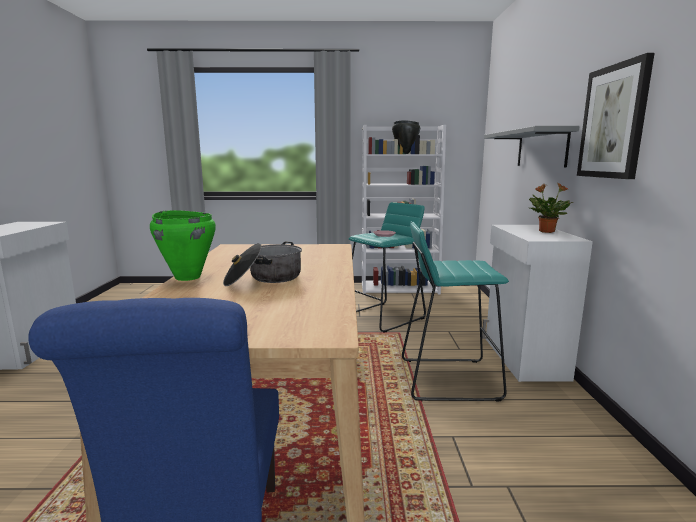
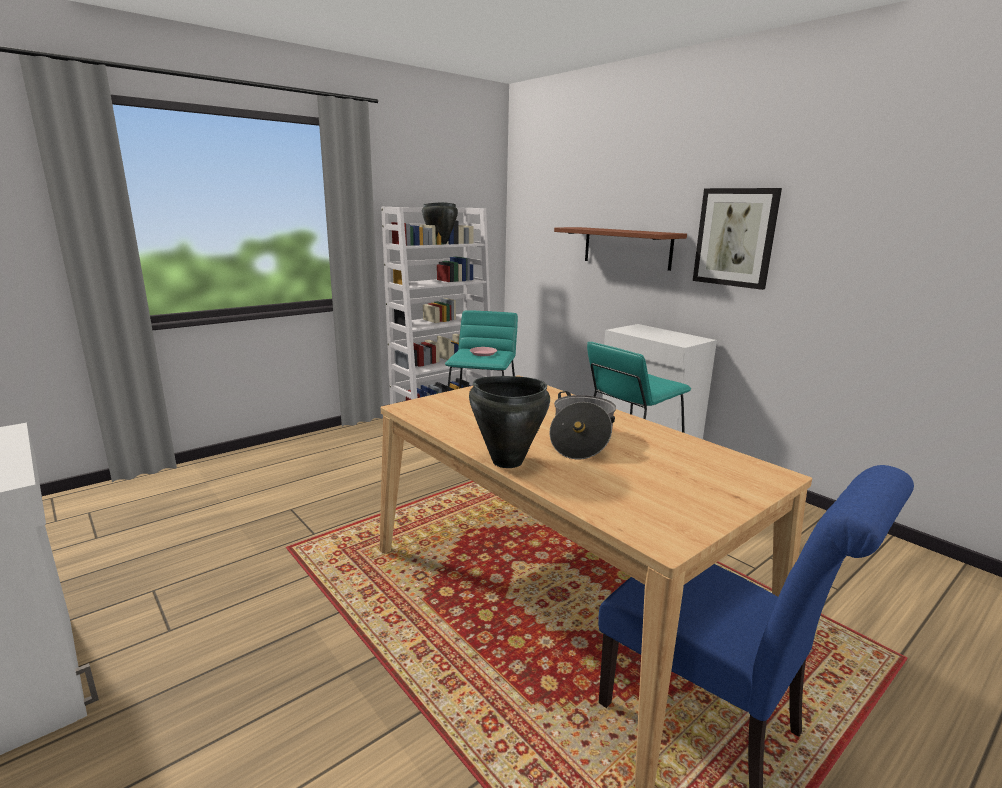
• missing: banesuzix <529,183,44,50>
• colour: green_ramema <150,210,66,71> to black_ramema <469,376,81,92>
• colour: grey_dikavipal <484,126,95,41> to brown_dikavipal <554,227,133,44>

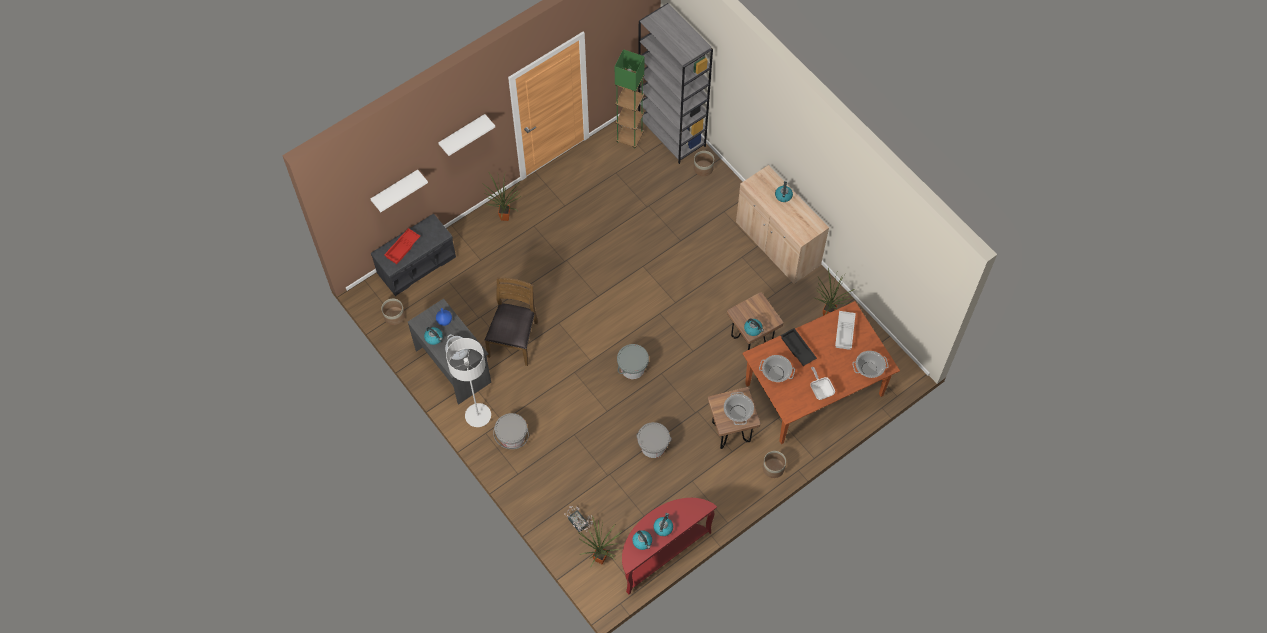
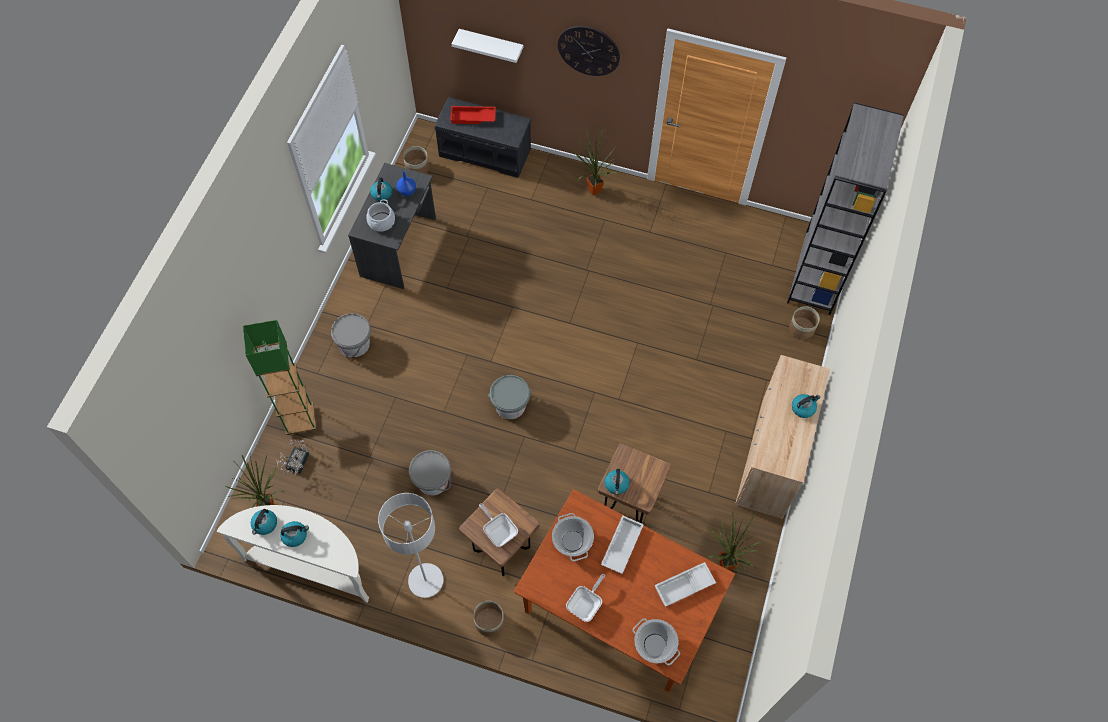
• missing: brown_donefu <485,277,53,89>
• relocated: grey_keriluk <446,338,45,89> to <378,493,65,105>
• relocated: green_keriluk <615,49,30,100> to <243,320,73,115>
• exchanged: white_dikavipal <438,114,57,42> to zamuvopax <558,26,62,50>
• exchanged: ramema <724,392,30,33> to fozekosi <479,503,39,44>
• colour: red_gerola <622,498,95,96> to white_gerola <216,505,153,98>
• colour: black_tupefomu <780,328,37,38> to white_tupefomu <601,515,43,59>

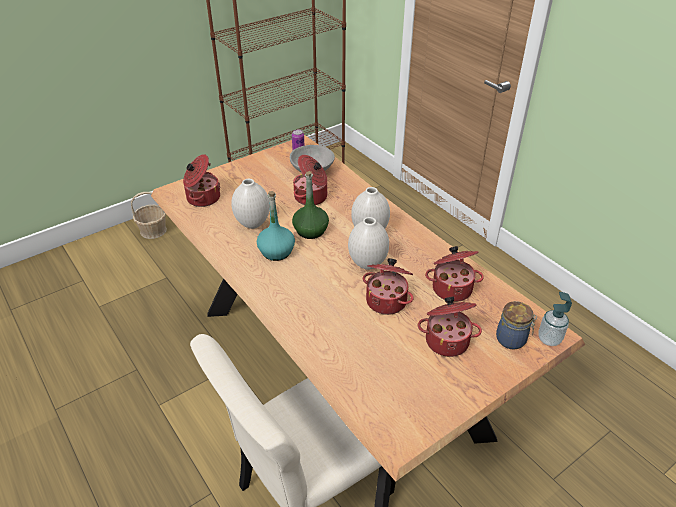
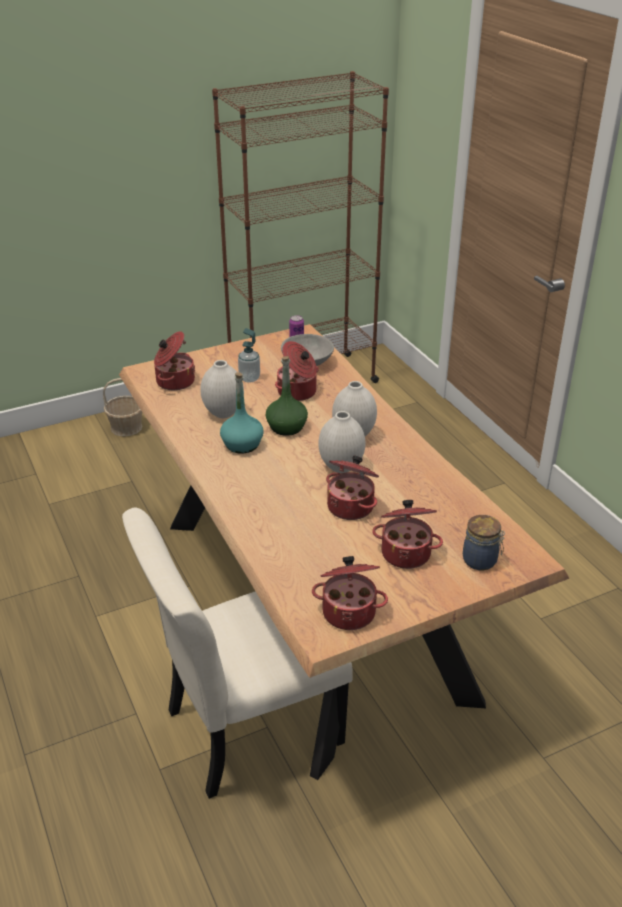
• relocated: ramema <425,246,59,56> to <312,556,76,74>
• relocated: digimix <539,292,33,54> to <238,328,22,55>

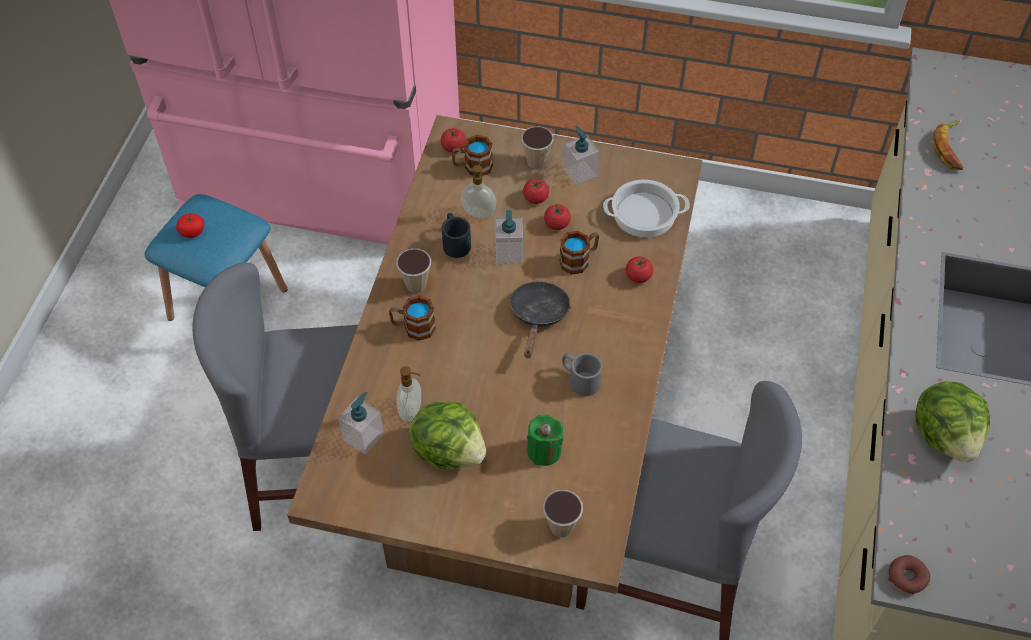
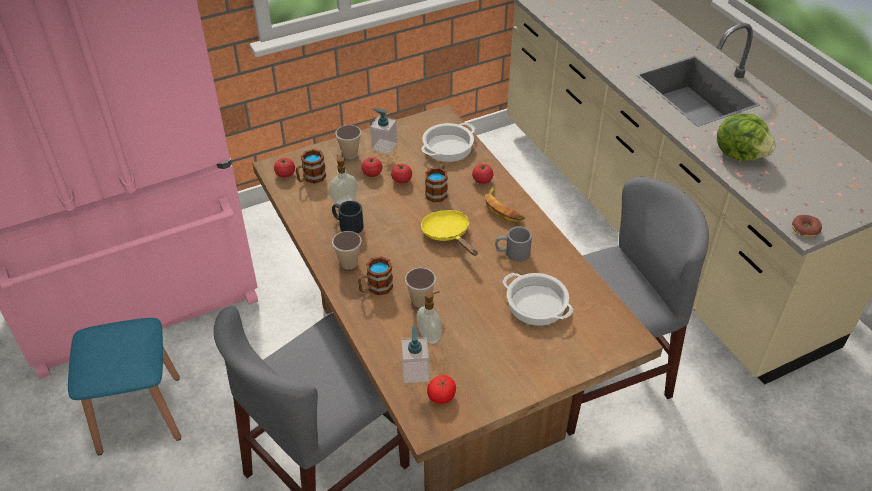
• missing: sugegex <409,402,77,68>
• missing: digimix <495,210,28,53>
• relocated: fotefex <176,213,28,25> to <427,375,29,29>
• relocated: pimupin <543,490,40,47> to <405,268,31,40>
• relocated: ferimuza <933,120,31,50> to <485,186,40,36>
• exchanged: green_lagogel <527,415,37,51> to ramema <502,273,71,53>
• colour: black_fozekosi <509,281,62,77> to yellow_fozekosi <421,210,57,46>

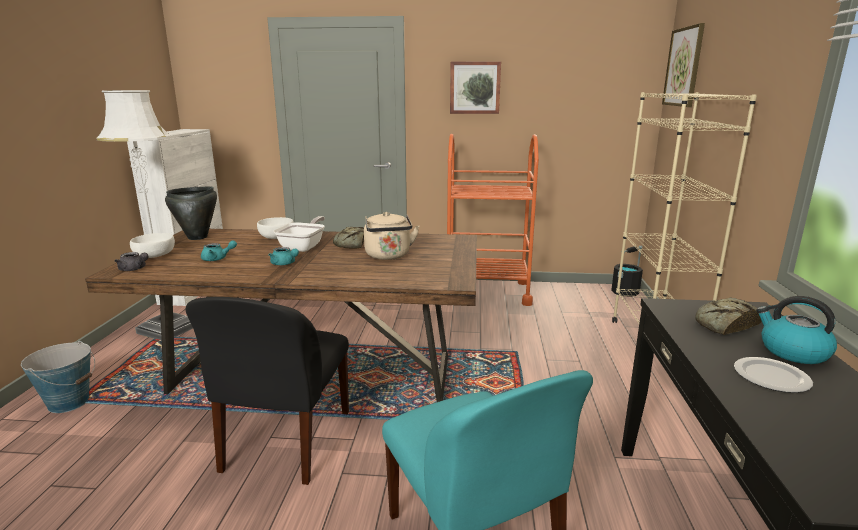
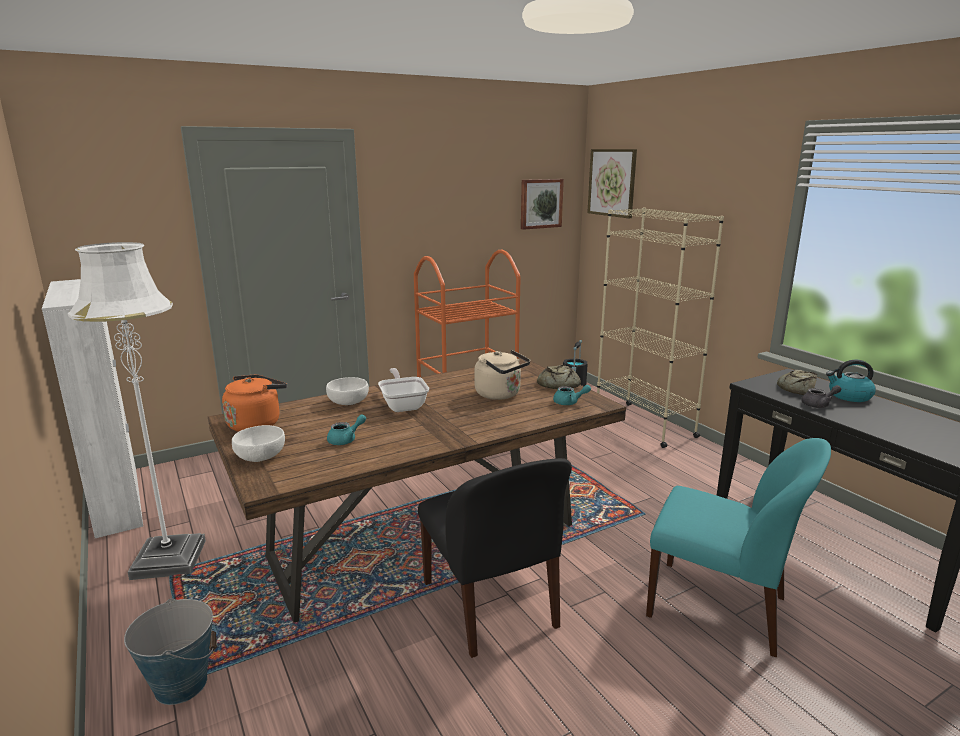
• missing: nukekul <734,357,79,36>
• relocated: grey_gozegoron <115,252,34,19> to <801,385,40,23>
• relocated: turquoise_gozegoron <269,247,30,18> to <553,385,38,20>
• relocated: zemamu <333,227,31,22> to <537,365,44,24>
• relocated: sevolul <450,61,51,53> to <521,179,43,51>
• exchanged: black_ramema <165,186,52,54> to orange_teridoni <222,375,65,57>

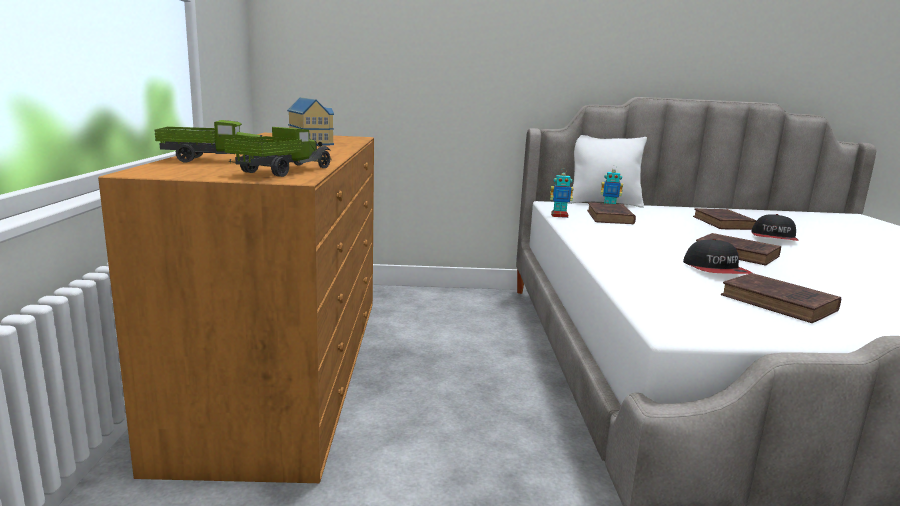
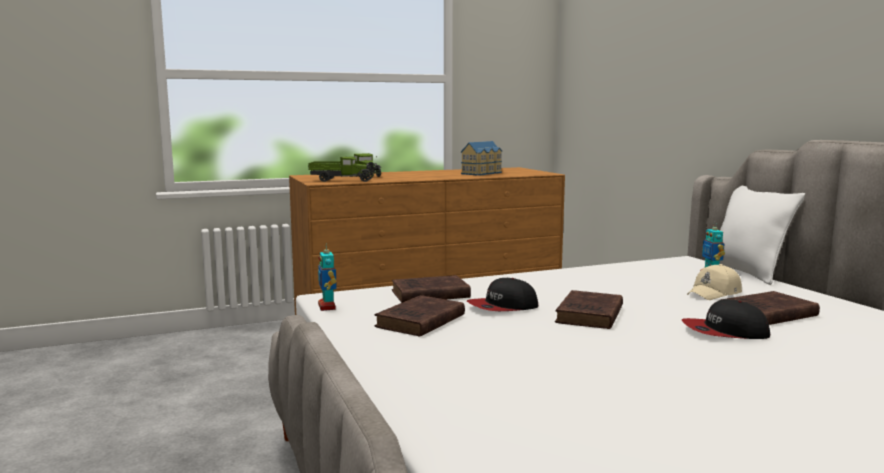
• appeared: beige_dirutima <687,264,55,36>
• relocated: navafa <550,168,23,50> to <318,243,19,68>
• relocated: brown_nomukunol <587,203,49,21> to <392,275,79,28>

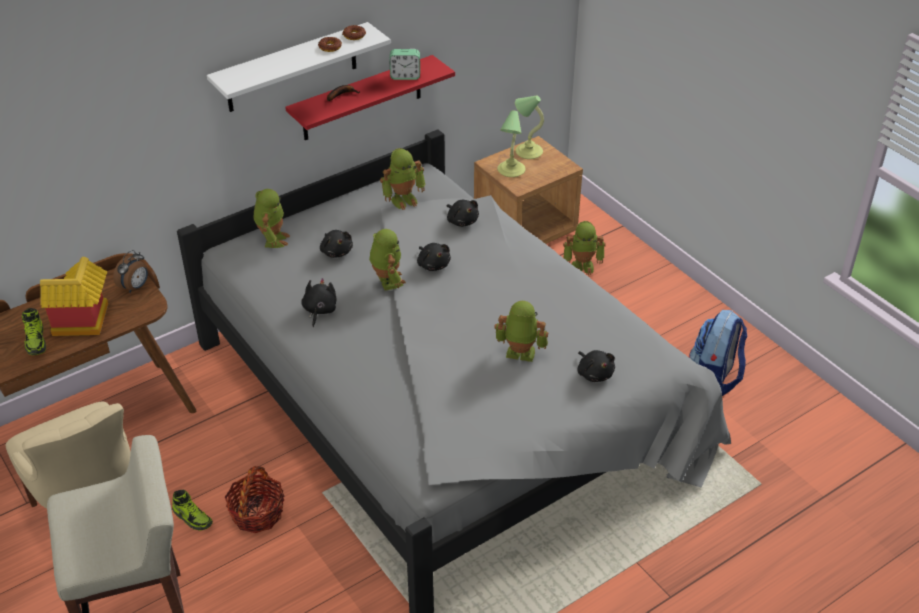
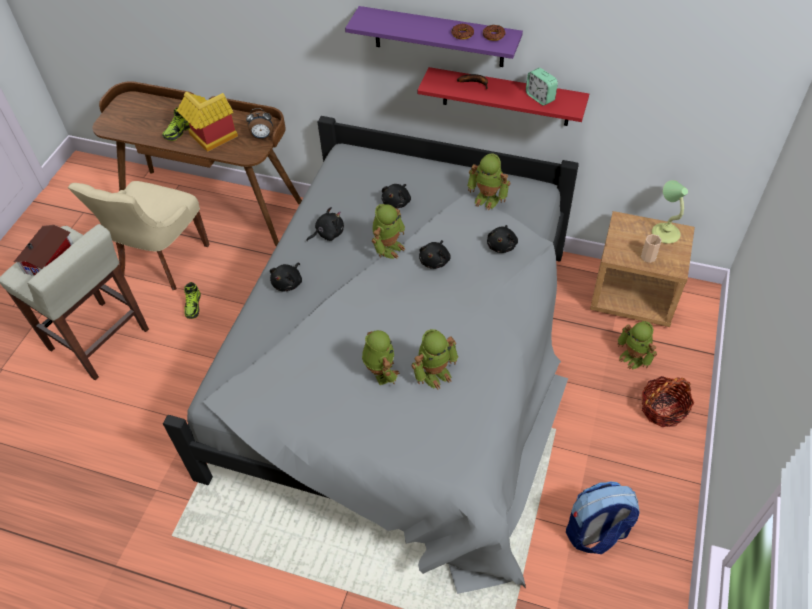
• missing: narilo <497,110,29,67>
• appeared: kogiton <14,225,59,51>
• appeared: pimupin <641,234,21,29>
• relocated: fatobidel <225,466,59,67> to <642,376,52,51>
• relocated: navafa <253,189,37,59> to <411,329,47,60>
• relocated: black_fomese <578,350,37,32> to <270,263,32,29>
• colour: white_dikavipal <207,22,184,90> to purple_dikavipal <345,6,178,61>

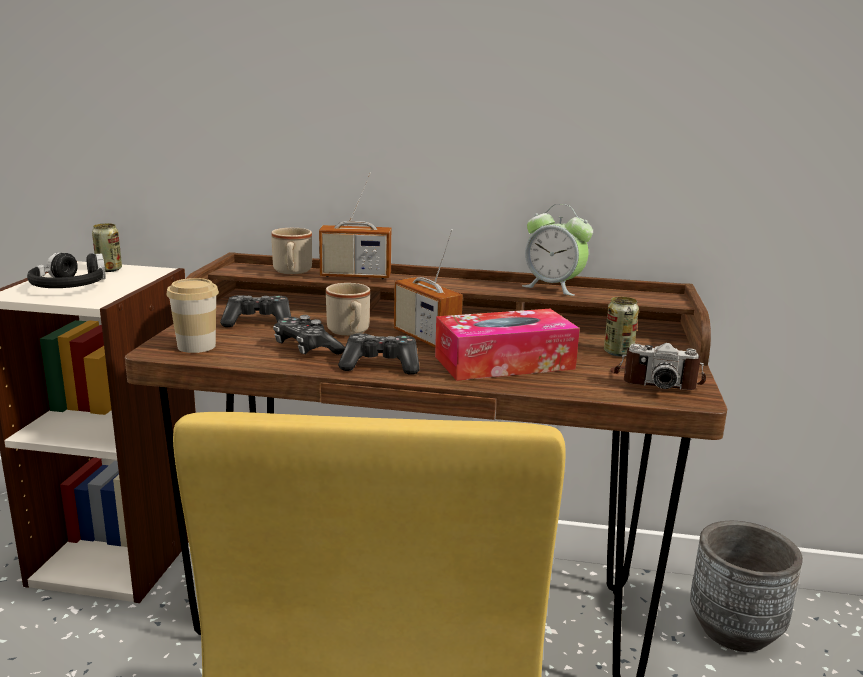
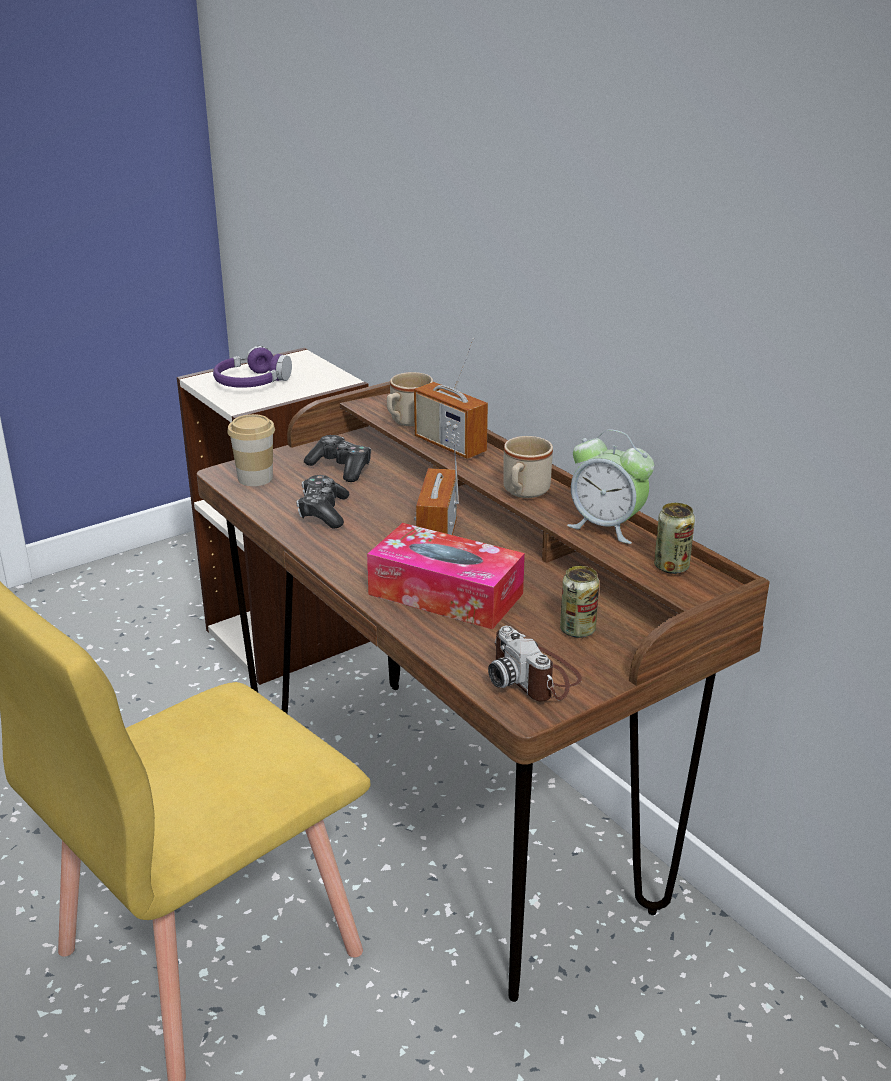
• missing: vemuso <338,333,82,42>
• missing: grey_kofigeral <690,521,113,131>
• relocated: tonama <92,223,30,49> to <654,503,41,71>
• relocated: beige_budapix <326,283,44,53> to <503,436,50,62>
• colour: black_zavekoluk <27,252,79,36> to purple_zavekoluk <213,346,79,42>
• spun: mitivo <522,204,71,92> = <567,429,87,115> 45 degrees counterclockwise

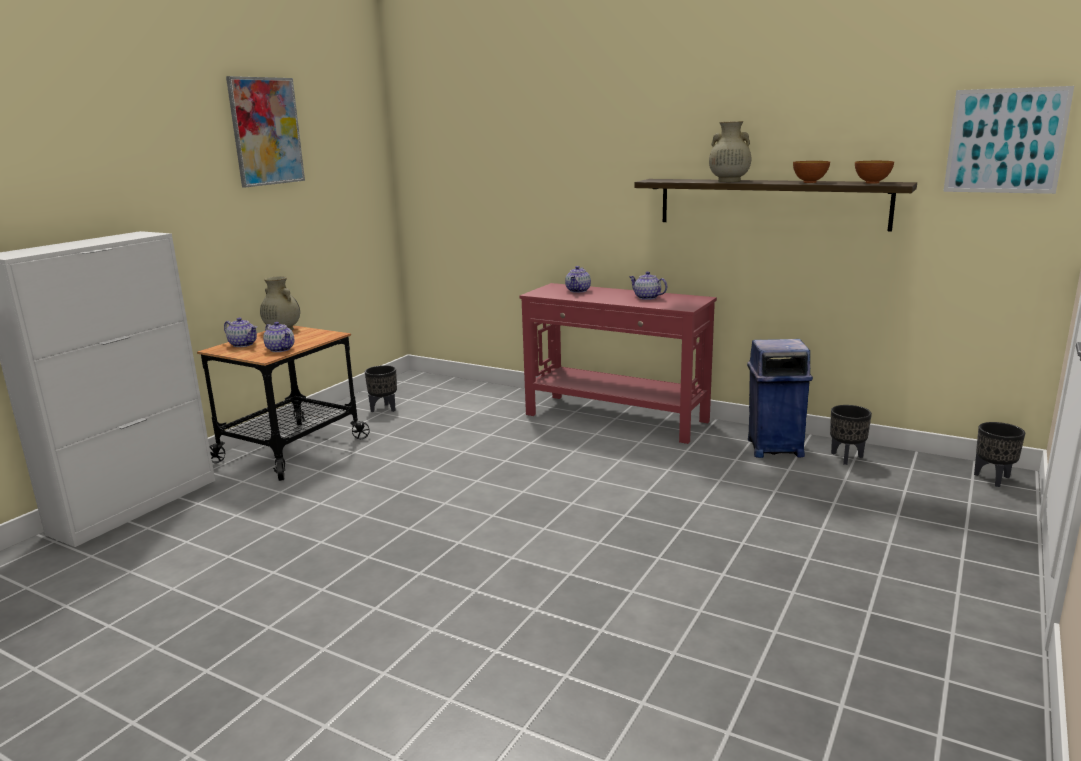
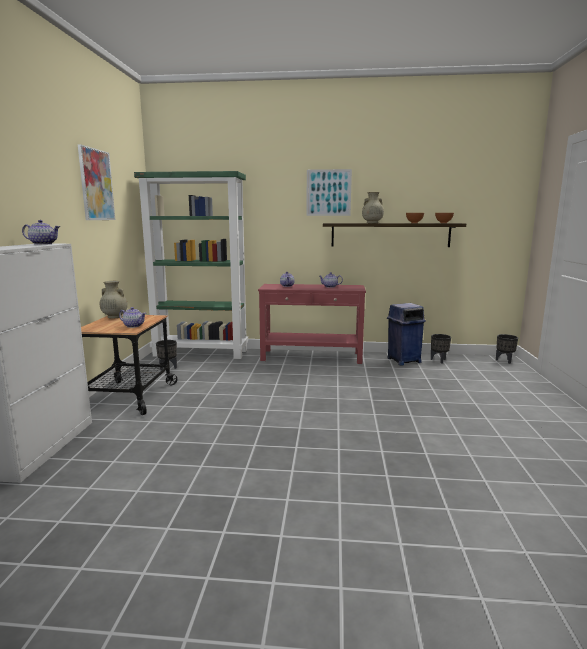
• appeared: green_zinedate <134,171,114,188>
• relocated: gozegoron <224,317,33,30> to <22,220,38,25>
• relocated: sevolul <943,86,131,108> to <306,169,46,47>

